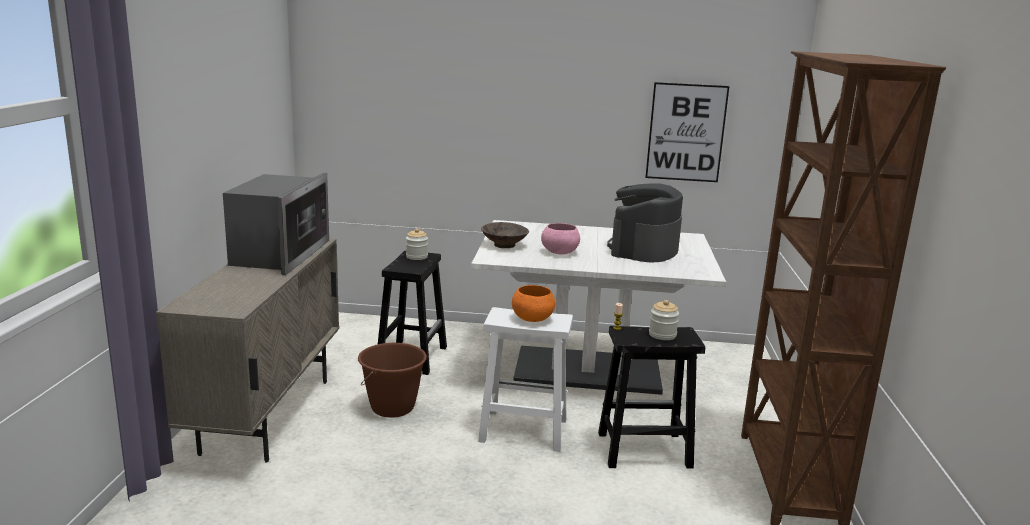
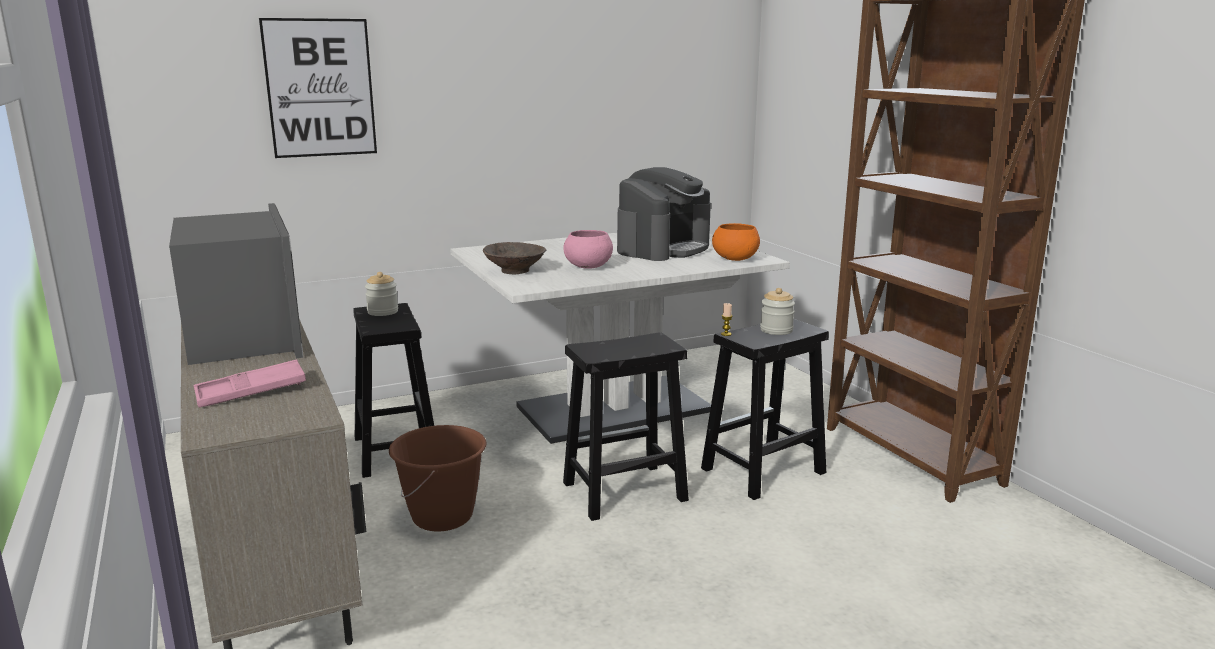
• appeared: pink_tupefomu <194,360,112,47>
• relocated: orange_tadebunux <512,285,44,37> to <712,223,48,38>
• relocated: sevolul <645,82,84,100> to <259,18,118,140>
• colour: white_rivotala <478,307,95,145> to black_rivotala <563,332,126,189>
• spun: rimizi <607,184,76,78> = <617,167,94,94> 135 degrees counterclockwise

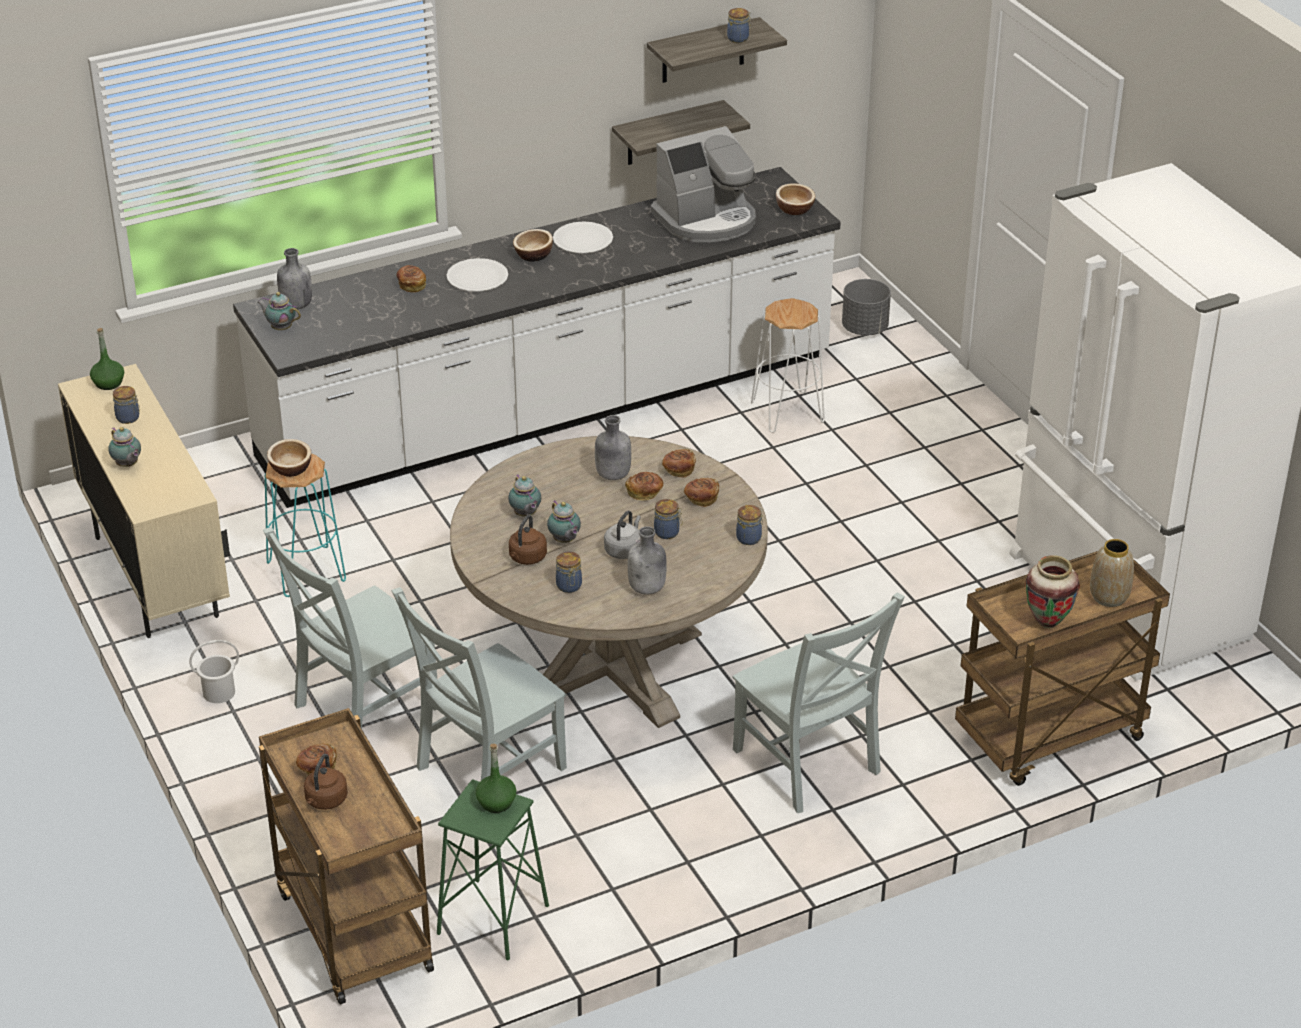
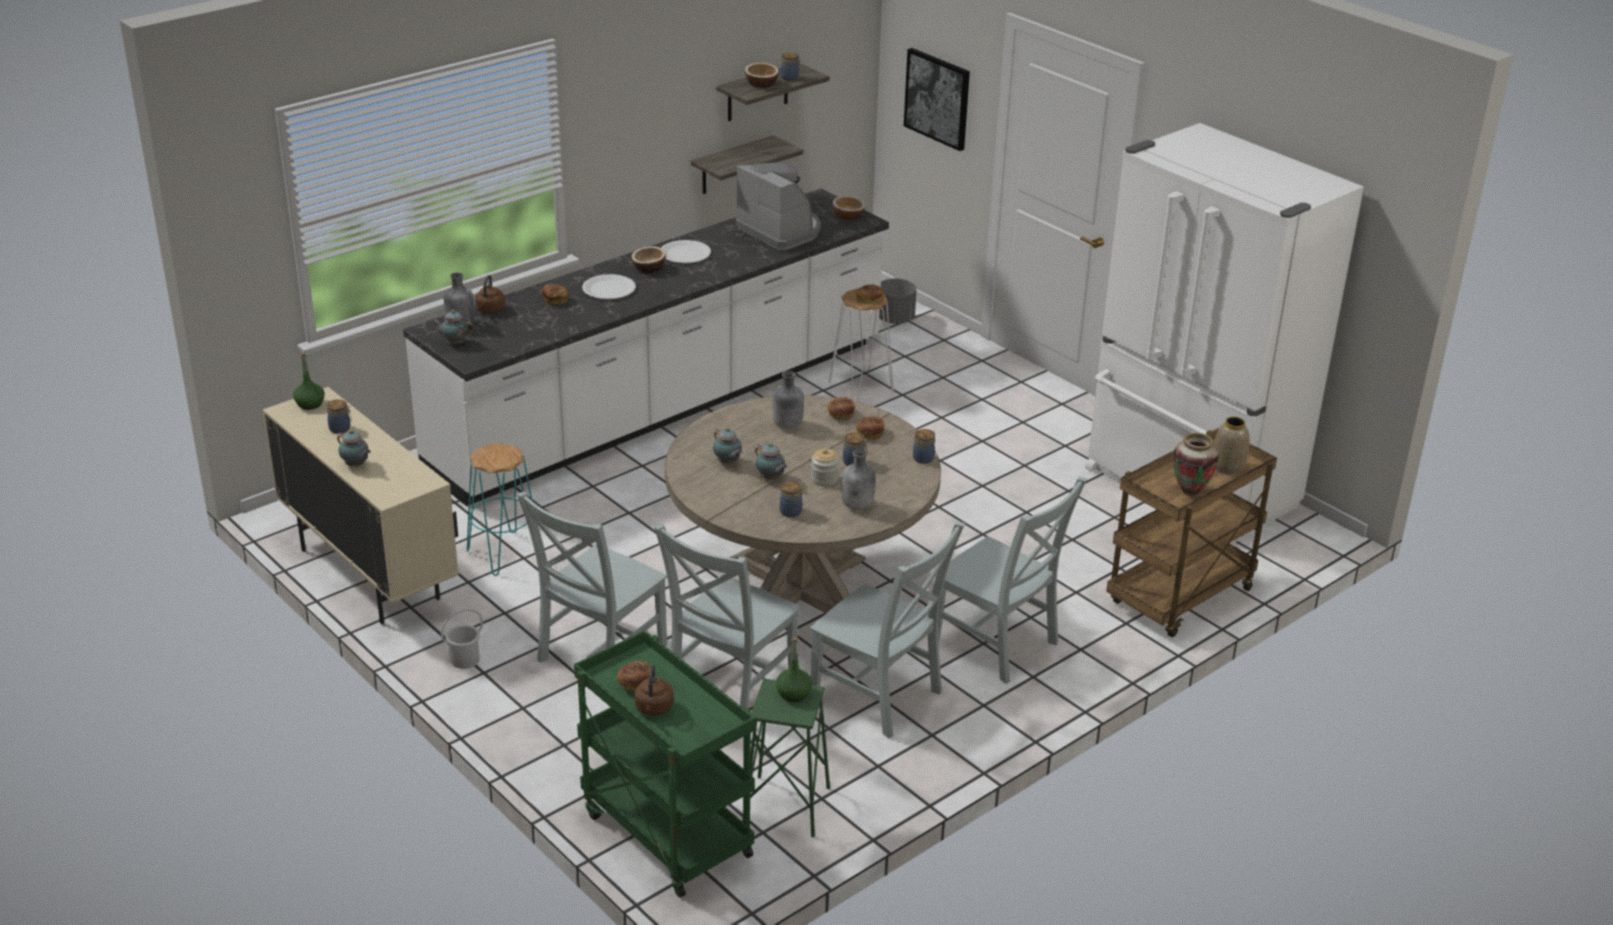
• appeared: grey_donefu <810,521,155,217>
• appeared: sevolul <904,48,66,103>
• relocated: tadebunux <267,439,44,38> to <745,63,34,25>
• relocated: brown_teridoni <509,515,38,50> to <475,275,30,39>
• relocated: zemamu <625,472,38,29> to <856,284,28,20>
• exchanged: grey_teridoni <604,511,37,48> to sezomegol <811,448,28,38>
• colour: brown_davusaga <259,708,175,296> to green_davusaga <574,630,181,268>
• spun: rimizi <651,126,105,116> = <736,162,85,88> 90 degrees counterclockwise

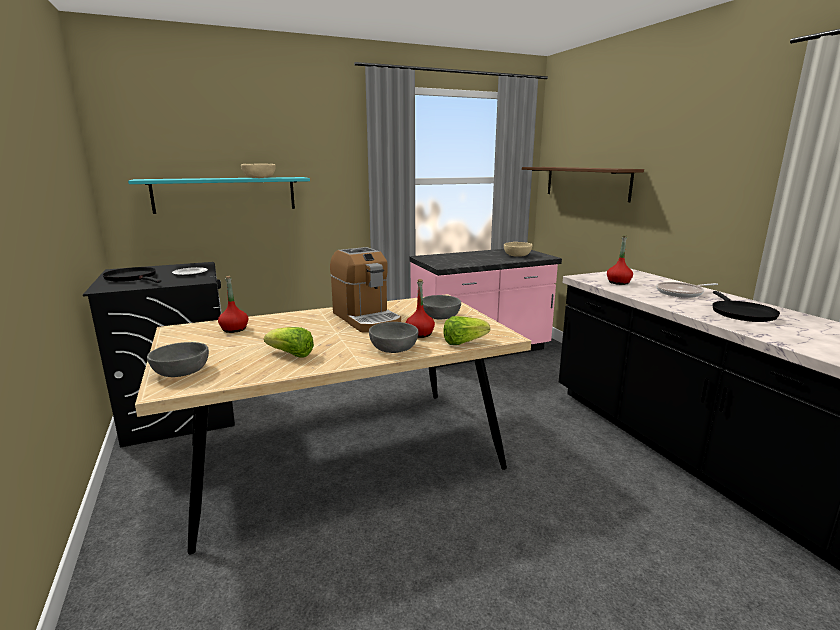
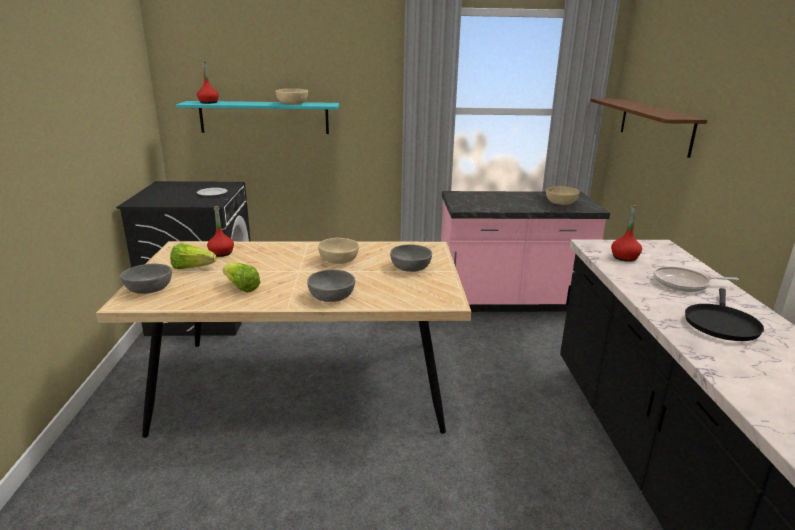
• missing: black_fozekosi <102,267,59,16>
• relocated: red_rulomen <406,279,29,59> to <197,60,22,44>
• relocated: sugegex <443,316,47,29> to <170,243,46,26>
• exchanged: rimizi <330,247,71,86> to beige_tadebunux <318,238,41,26>

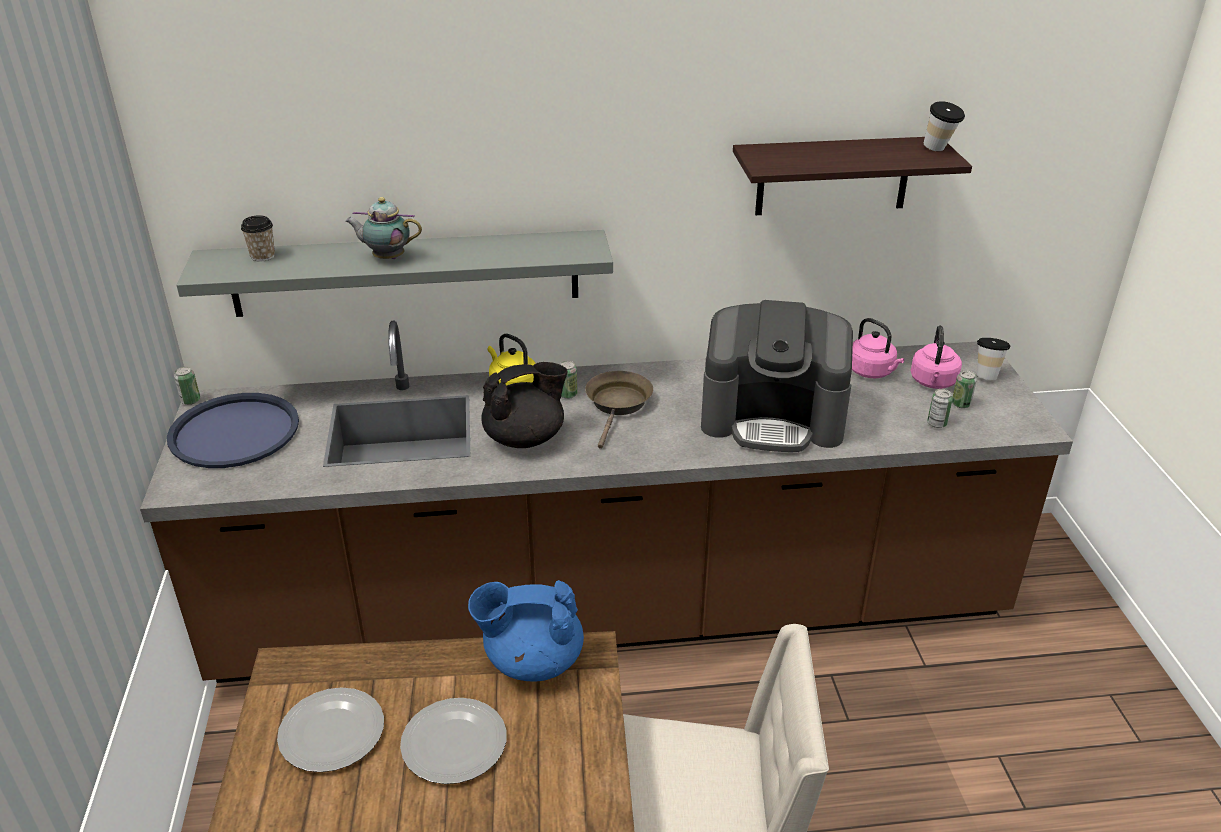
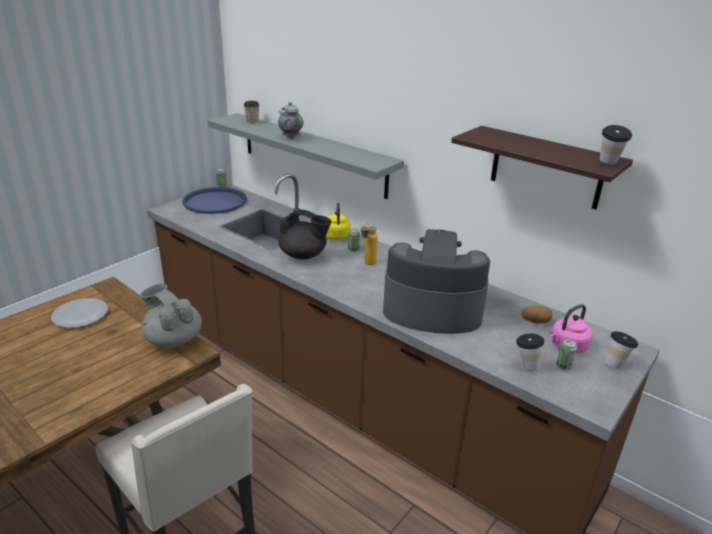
• missing: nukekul <400,698,107,86>
• exchanged: brown_fozekosi <585,371,68,78> to rulomen <361,223,17,42>
• exchanged: pink_teridoni <852,318,53,60> to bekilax <521,306,31,18>
• exchanged: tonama <927,389,26,39> to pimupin <516,334,28,37>
• colour: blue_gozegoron <468,580,116,102> to grey_gozegoron <140,284,62,64>
• spun: rimizi <701,300,152,152> = <383,229,107,105> 135 degrees clockwise

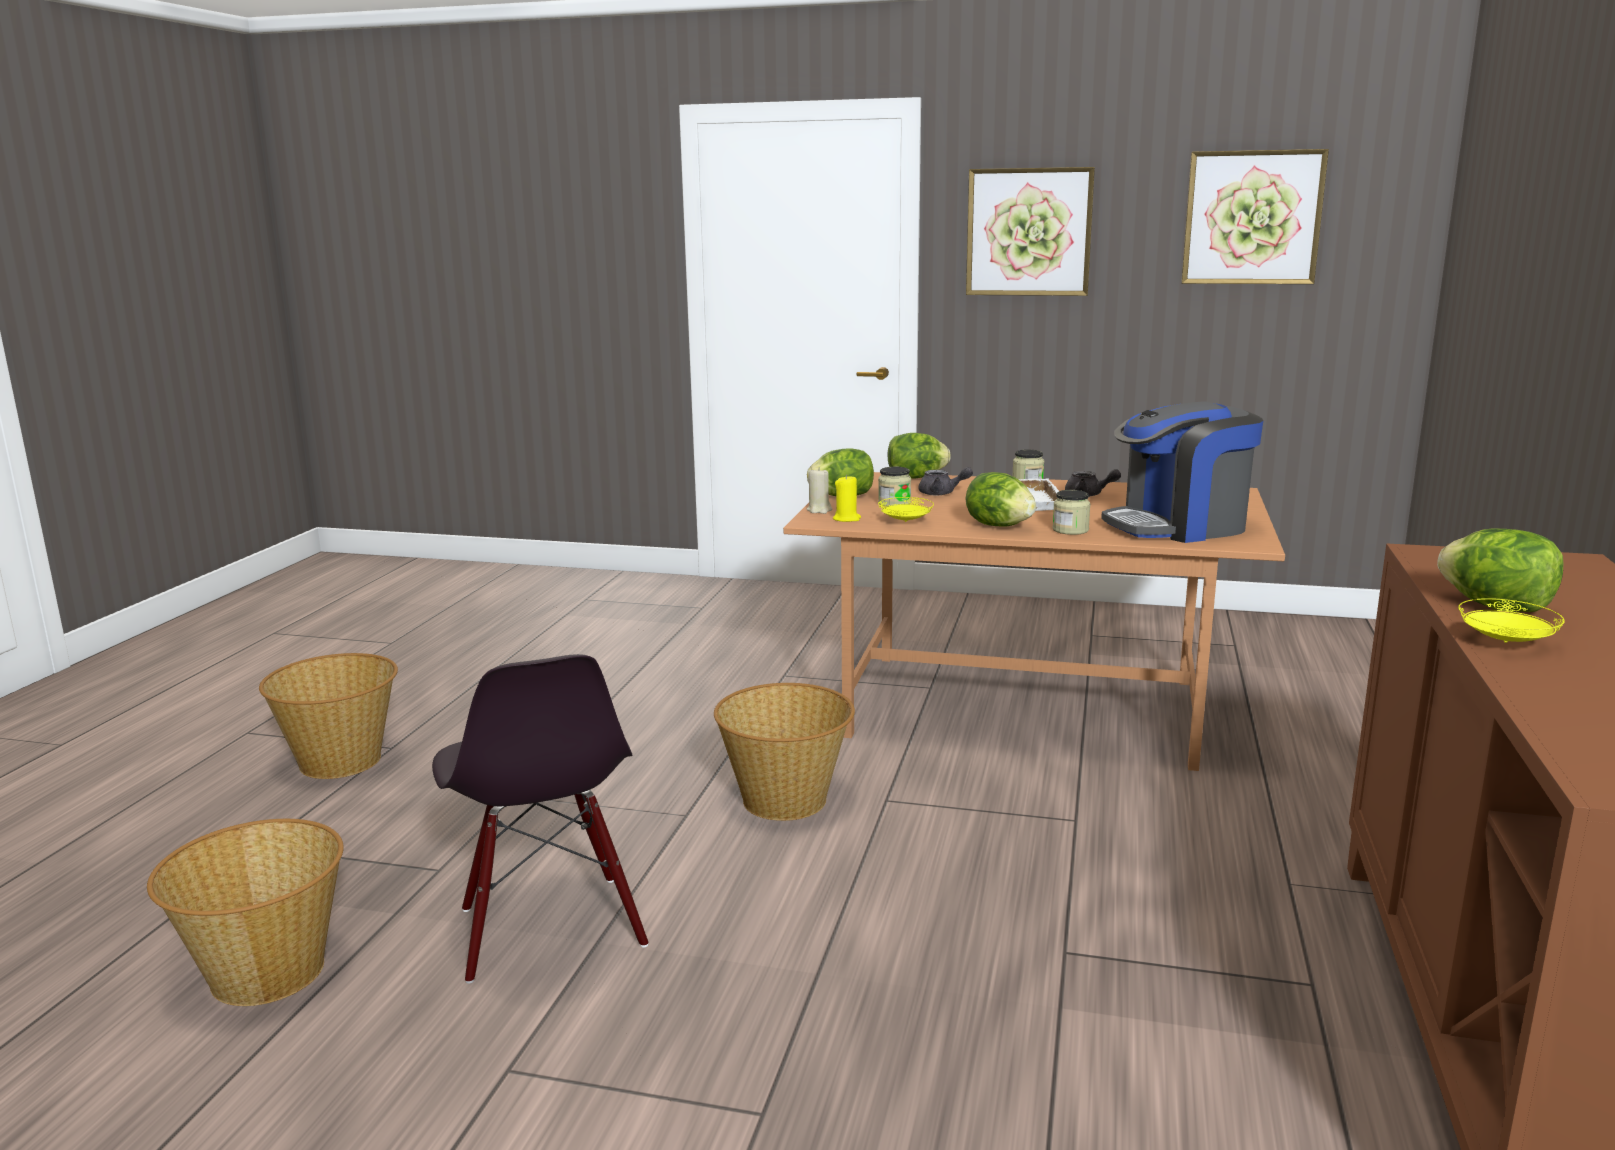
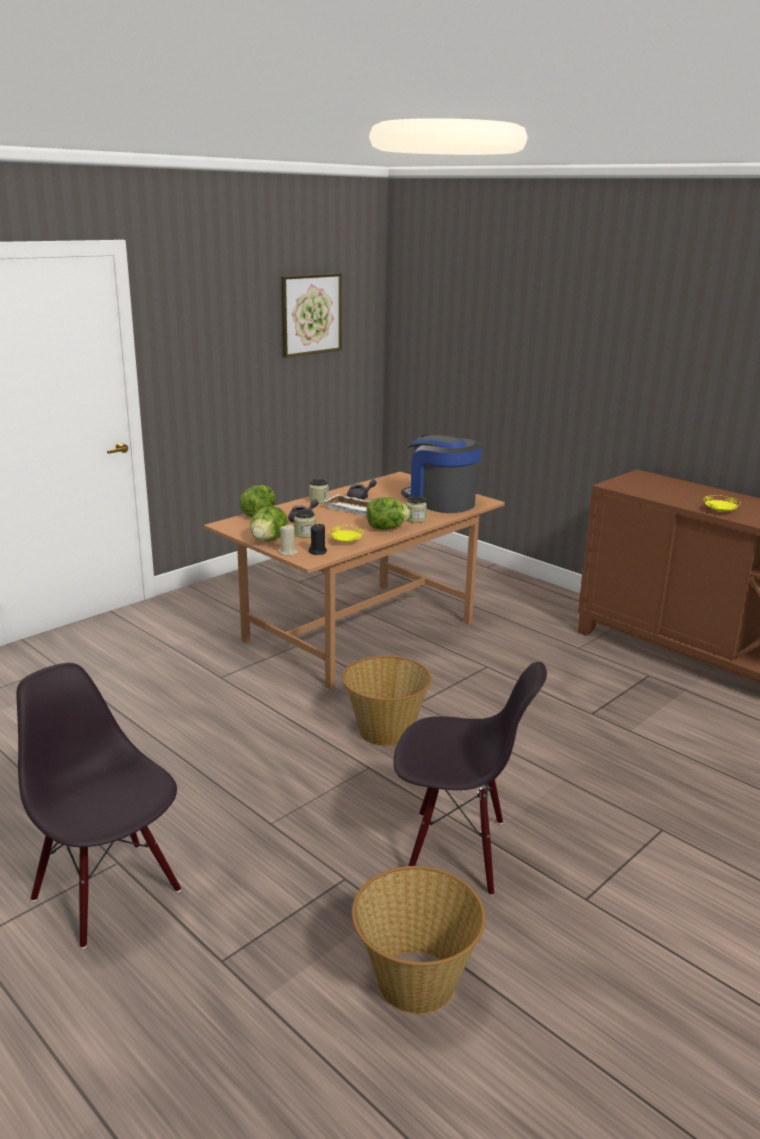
• missing: sevolul <966,167,129,129>
• missing: sugegex <1437,528,126,84>
• exchanged: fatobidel <259,653,139,126> to black_donefu <16,663,165,286>
• colour: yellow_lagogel <833,475,28,47> to black_lagogel <309,524,18,31>
• spun: rimizi <1101,401,162,142> = <401,434,81,79> 120 degrees clockwise

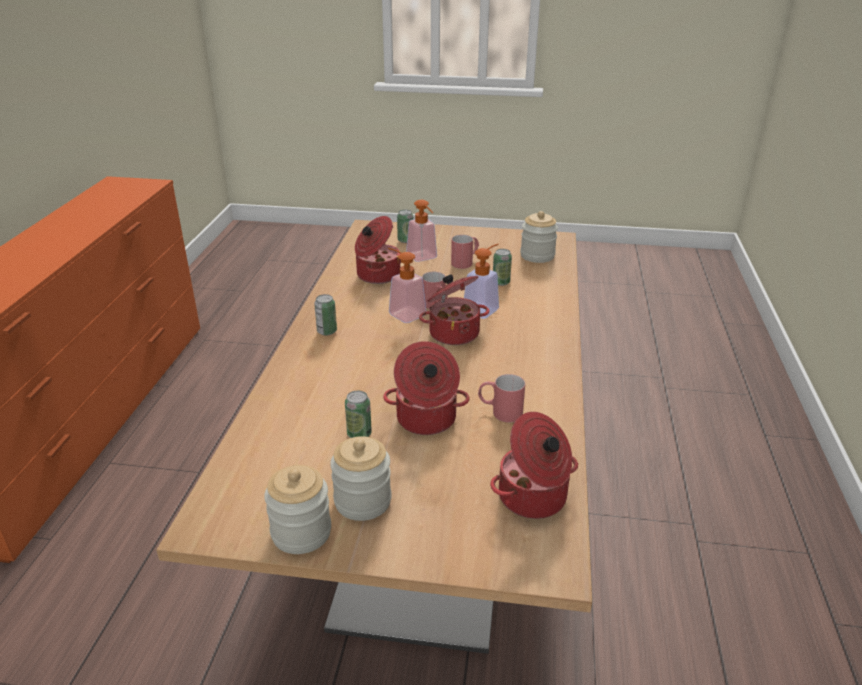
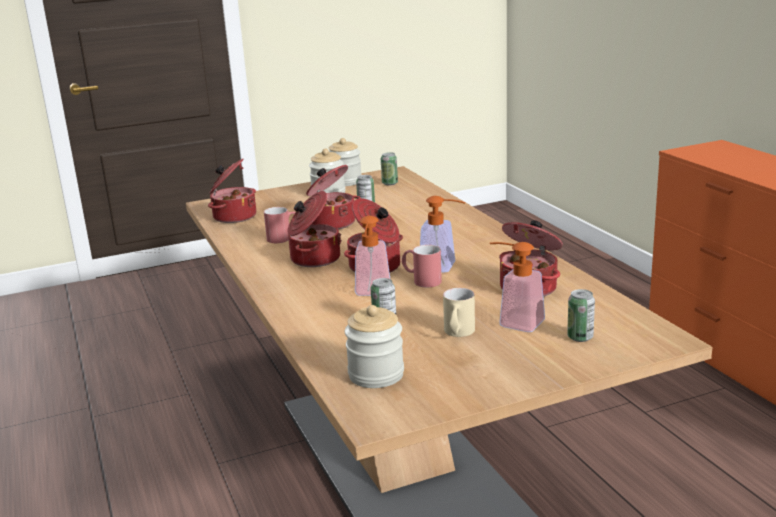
• appeared: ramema <287,191,55,76>
• relocated: tonama <314,294,23,42> to <381,152,17,33>
• colour: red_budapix <451,235,28,34> to beige_budapix <443,288,32,49>

